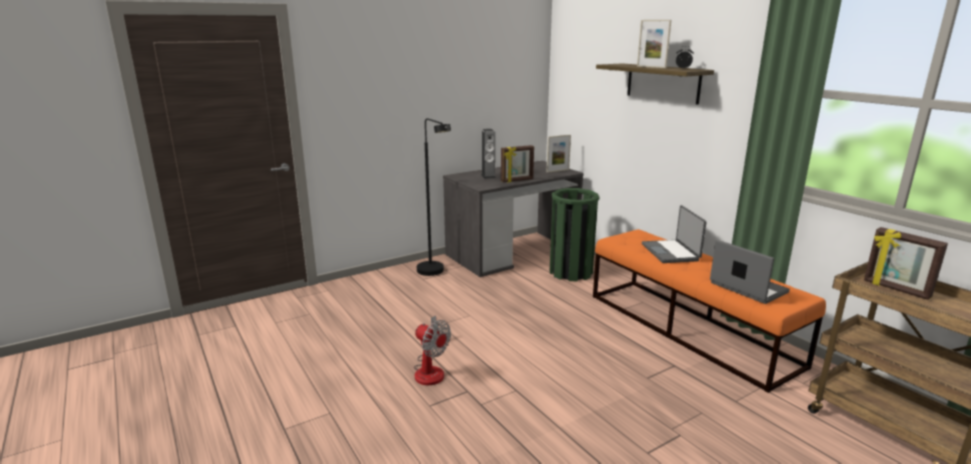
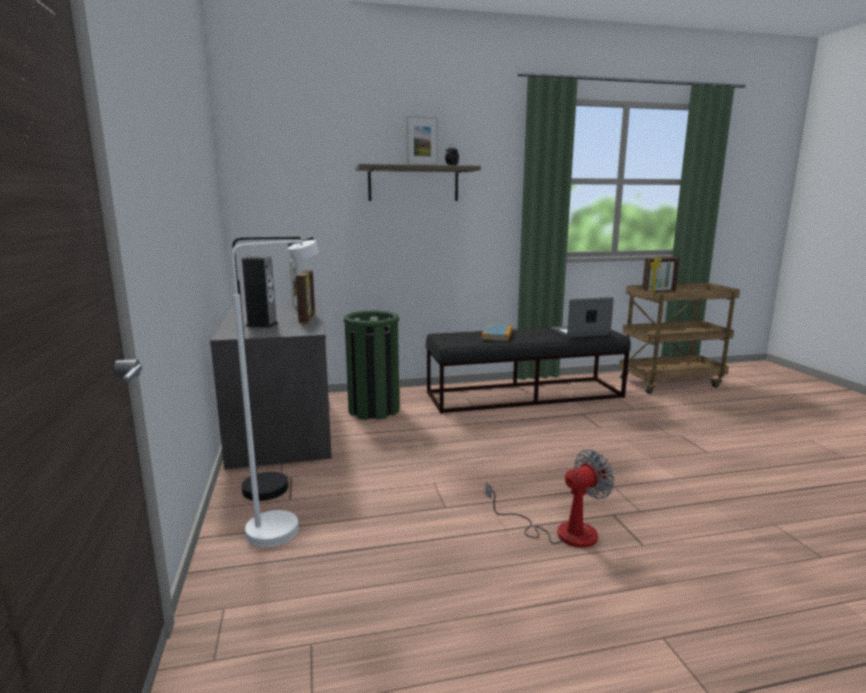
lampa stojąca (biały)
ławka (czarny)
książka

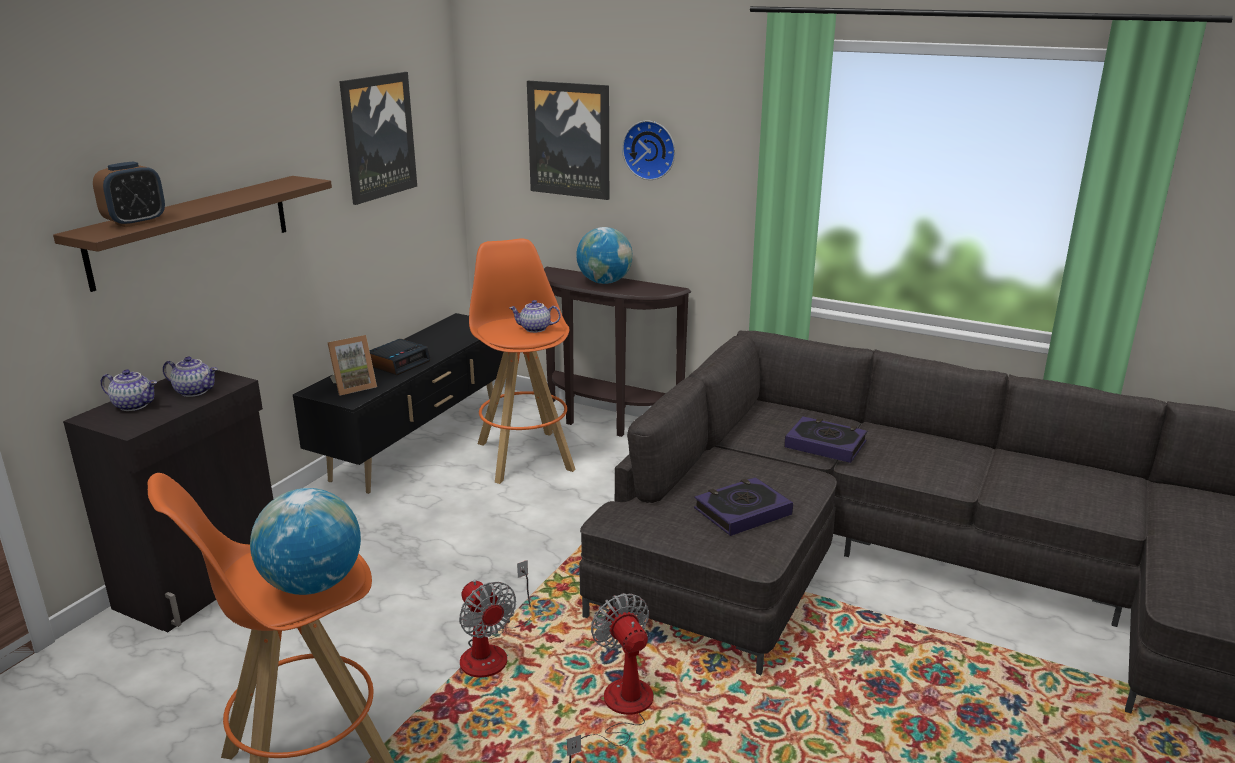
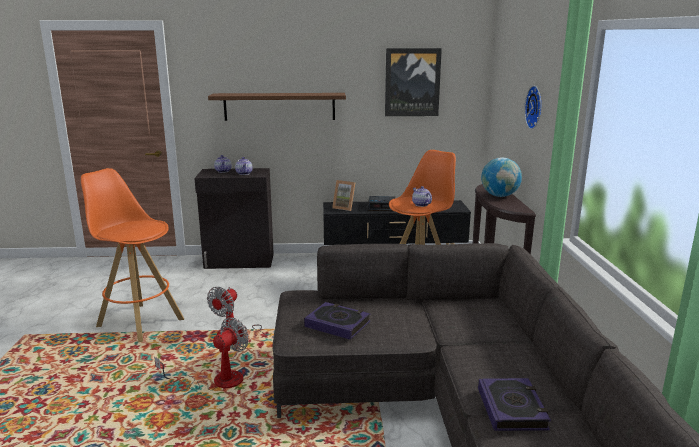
książka (no. 2 from left)
budzik (no. 1 from left in the first image)
globus (no. 1 from left in the first image)
obraz (no. 2 from left in the first image)

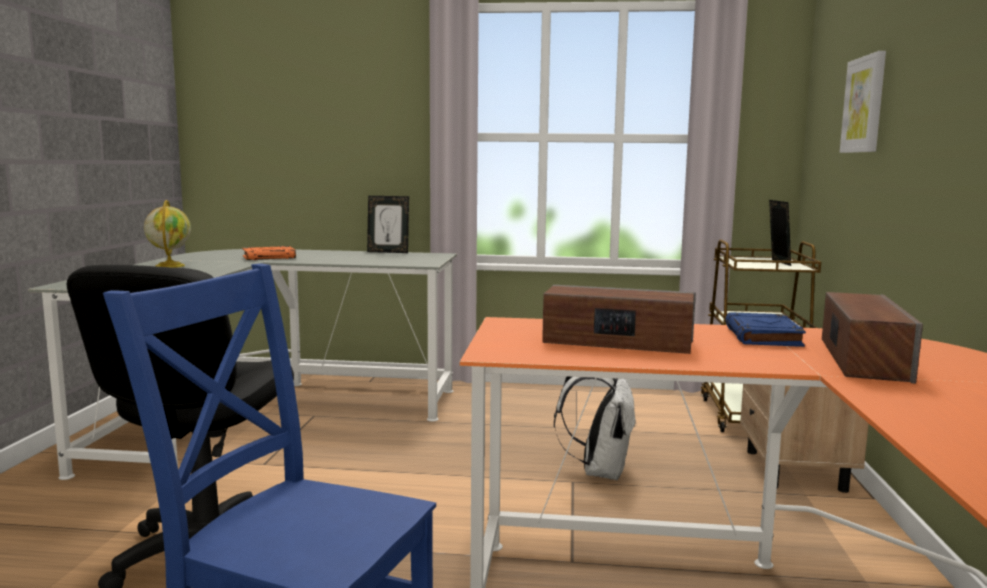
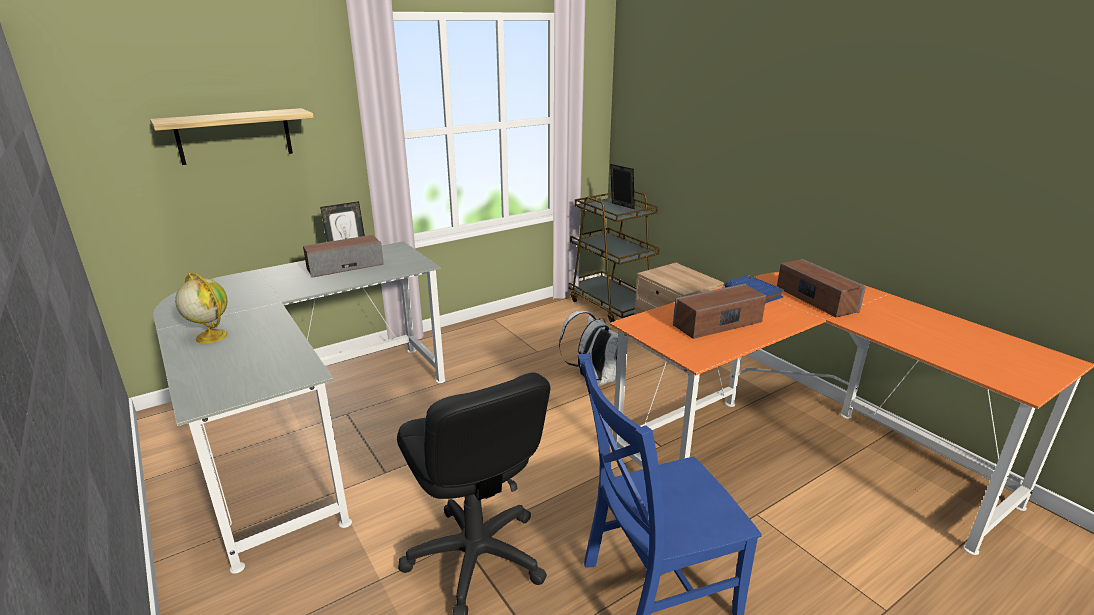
półka
głośnik (no. 1 from left)
książka (pomarańczowy)
obraz

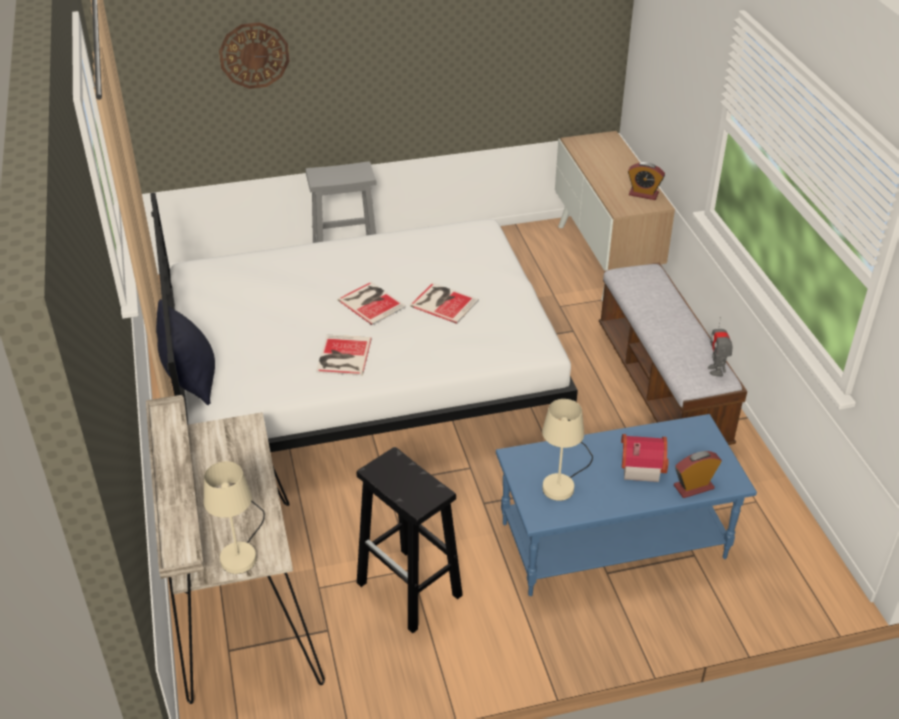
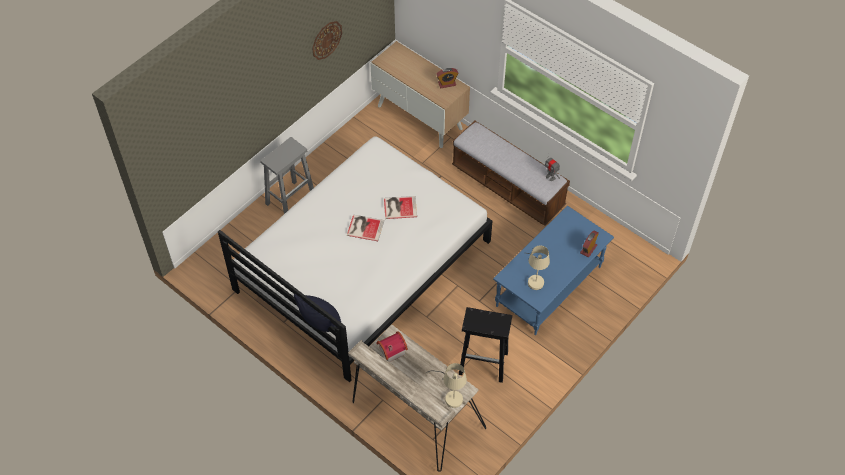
zegar ścienny
domek
książka (no. 1 from left in the first image)

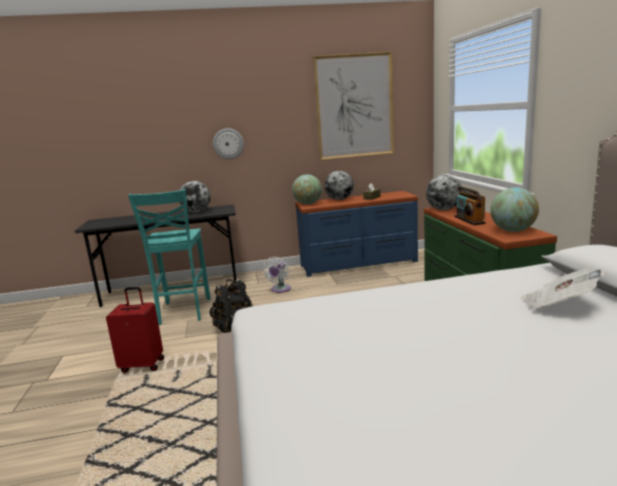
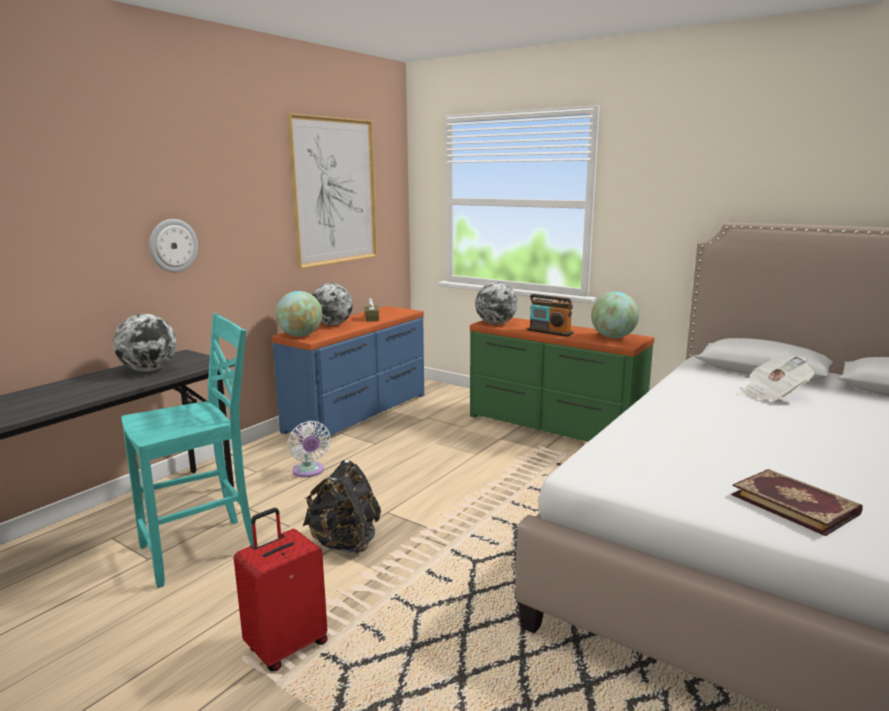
krzesło (turkusowy)
książka

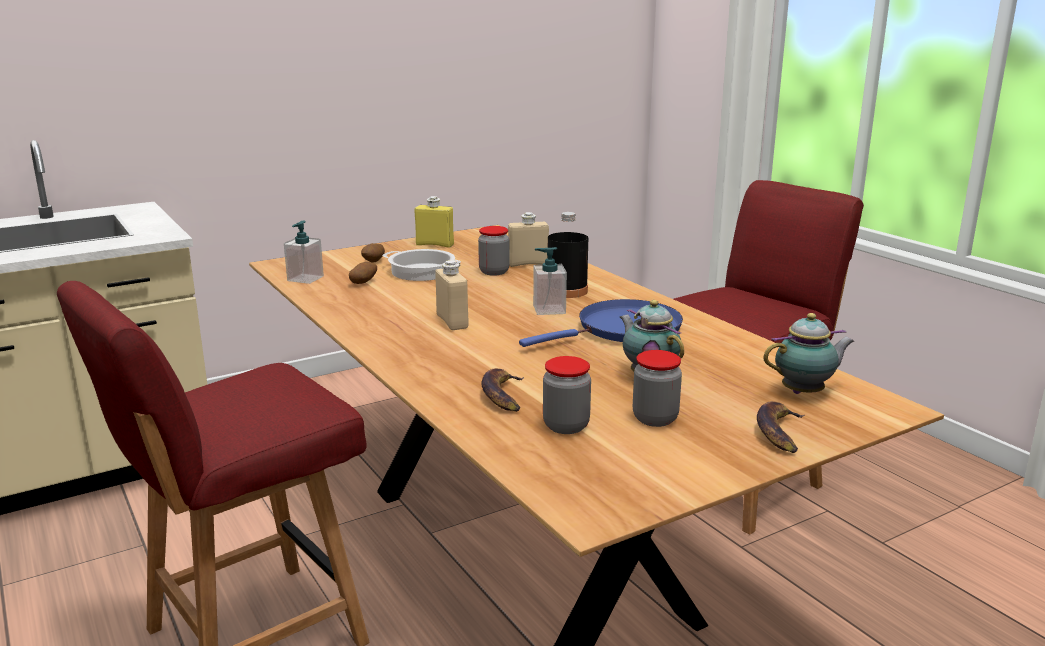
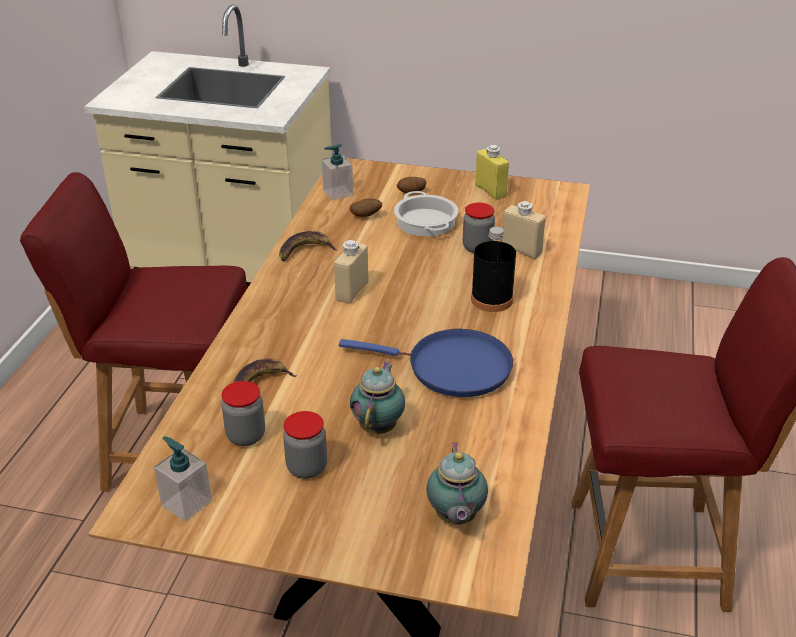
dozownik mydła (no. 1 from left)
banan (no. 2 from left)
imbryk (no. 2 from left)

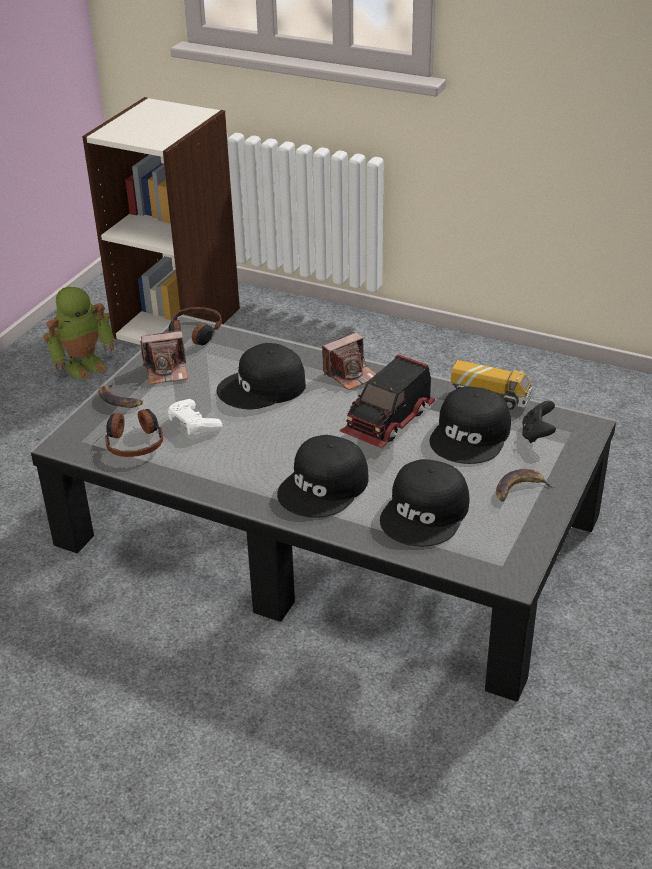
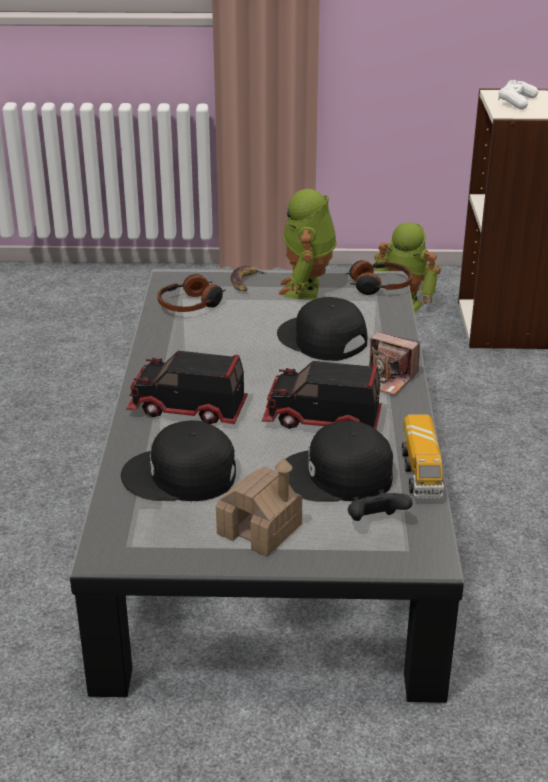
ciężarówka zabawkowa (no. 1 from left)
domek
robot zabawkowy (no. 1 from left)
pad do gier (biały)

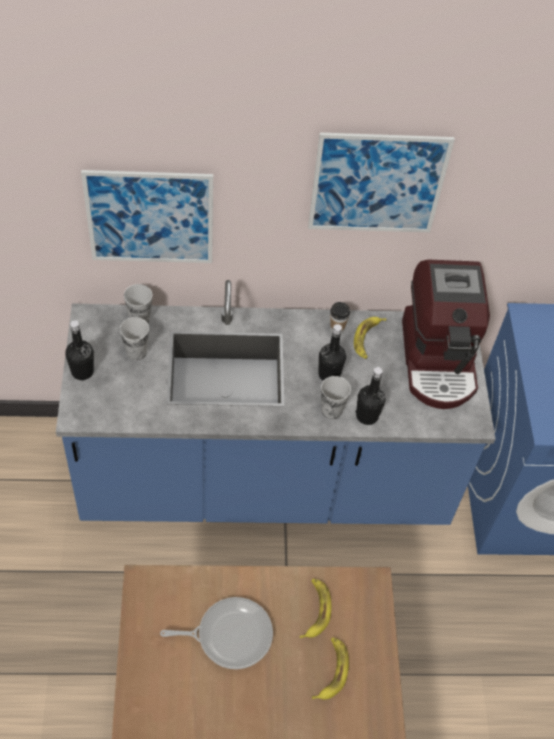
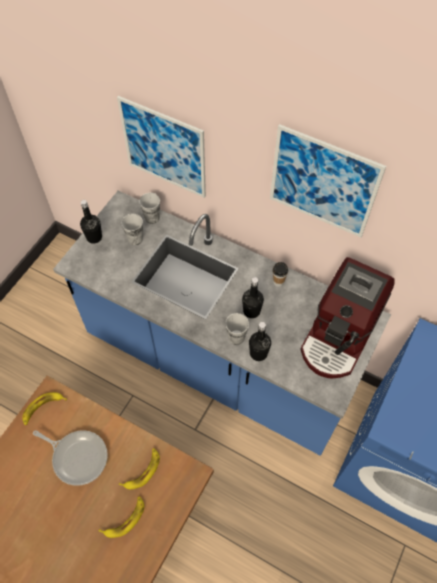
banan (no. 1 from left)

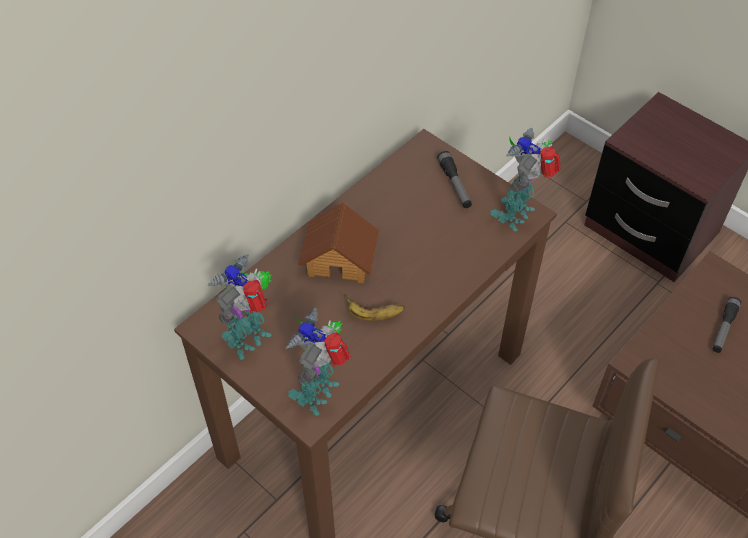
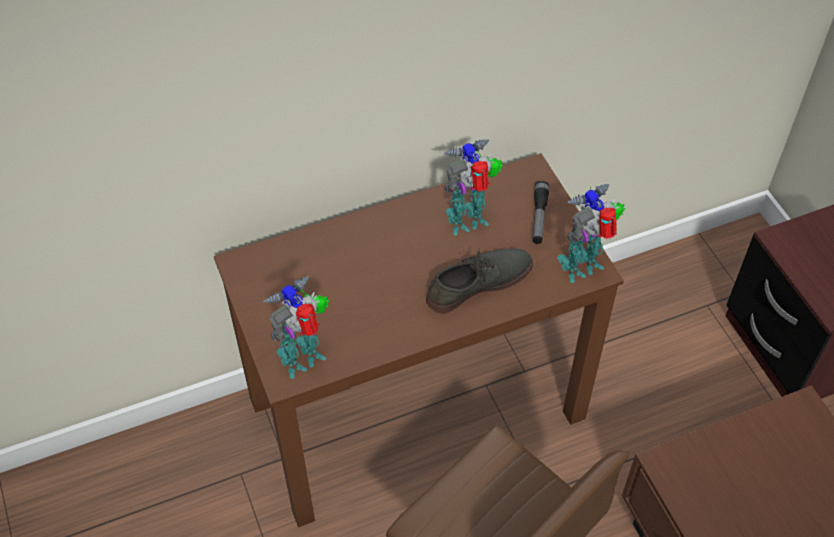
but (szary)
robot zabawkowy (no. 2 from left)
domek
banan
latarka (no. 2 from left in the first image)

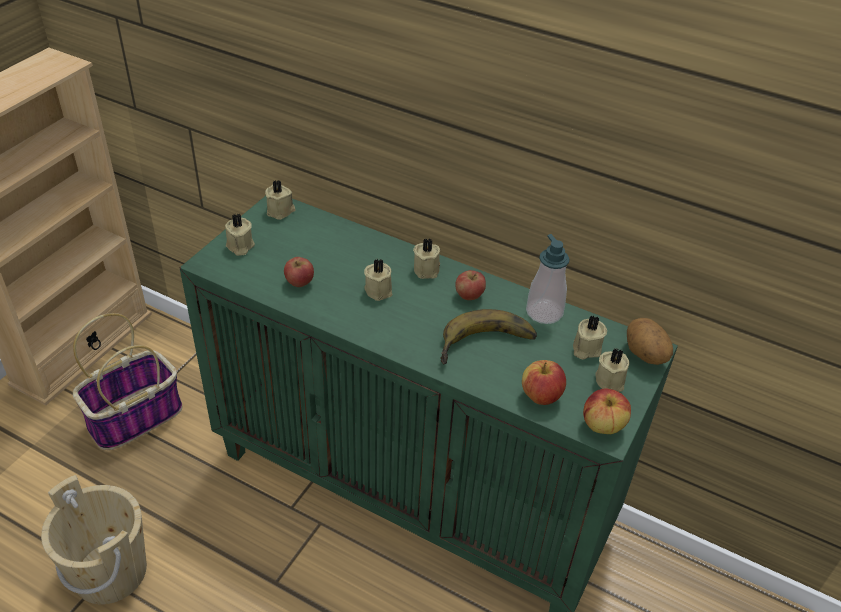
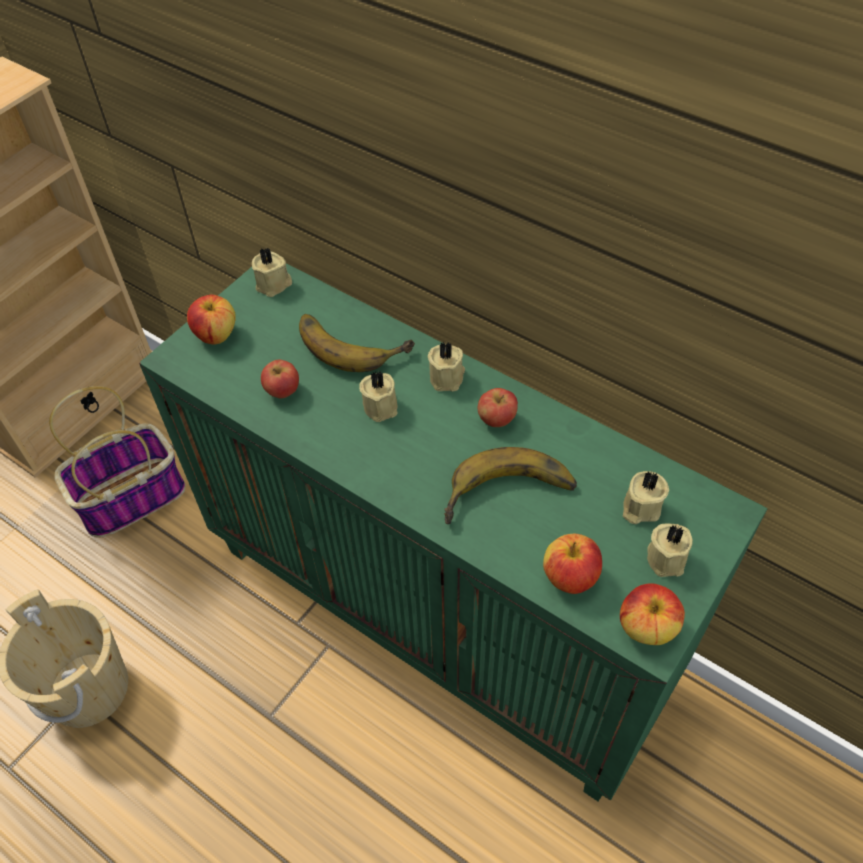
jabłko (no. 1 from left)
banan (no. 1 from left)
dozownik mydła
ziemniak

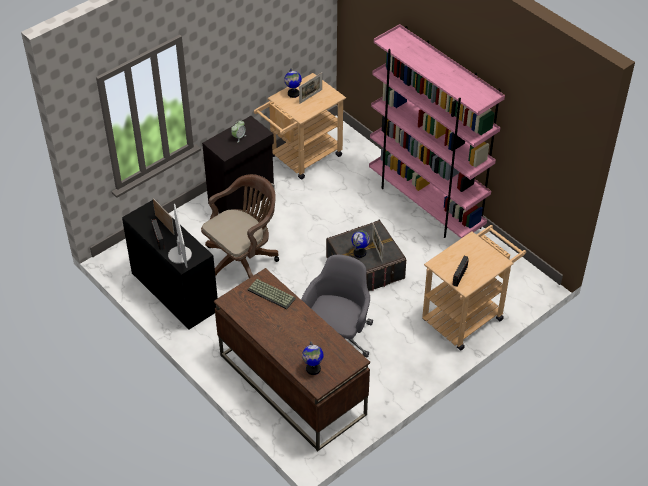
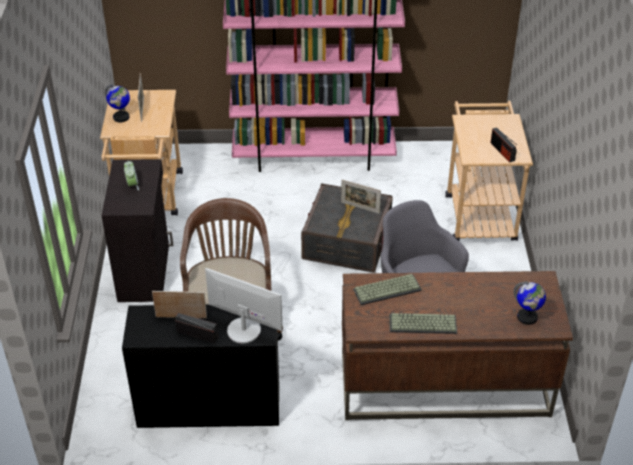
klawiatura (no. 2 from left)
globus (no. 3 from left in the first image)

